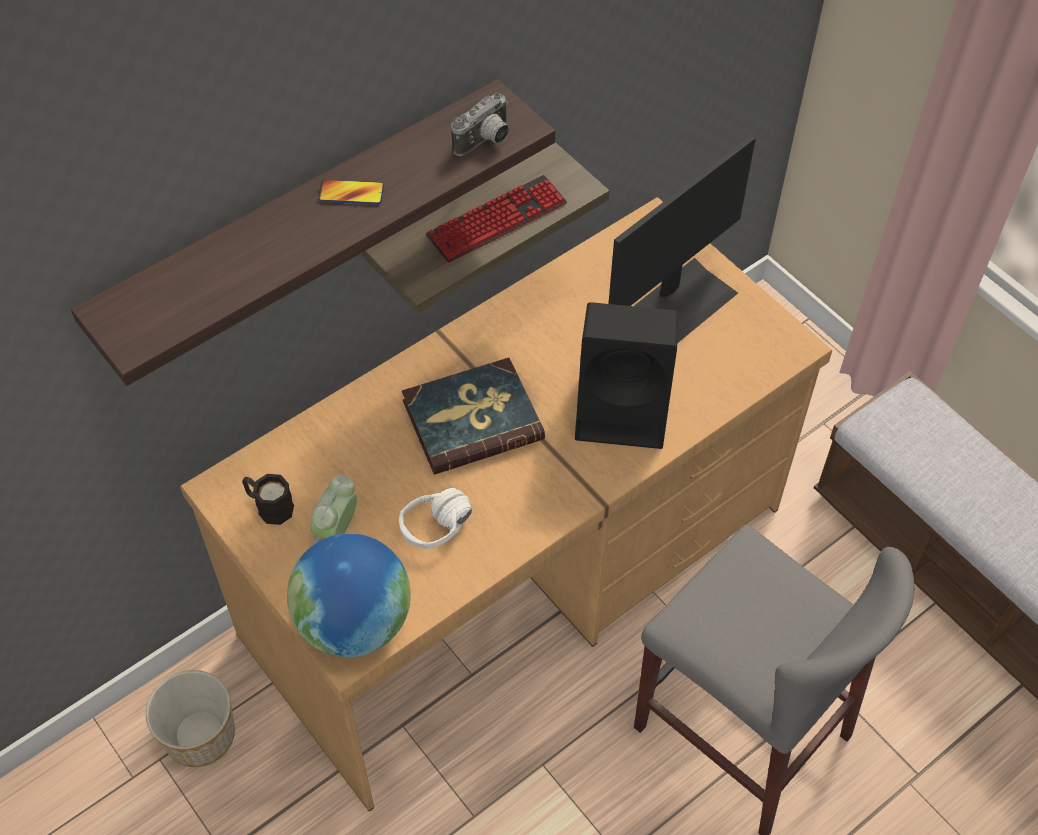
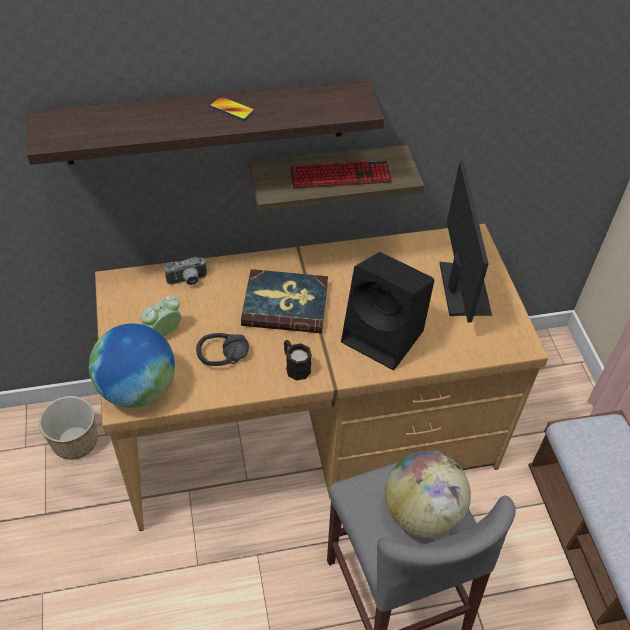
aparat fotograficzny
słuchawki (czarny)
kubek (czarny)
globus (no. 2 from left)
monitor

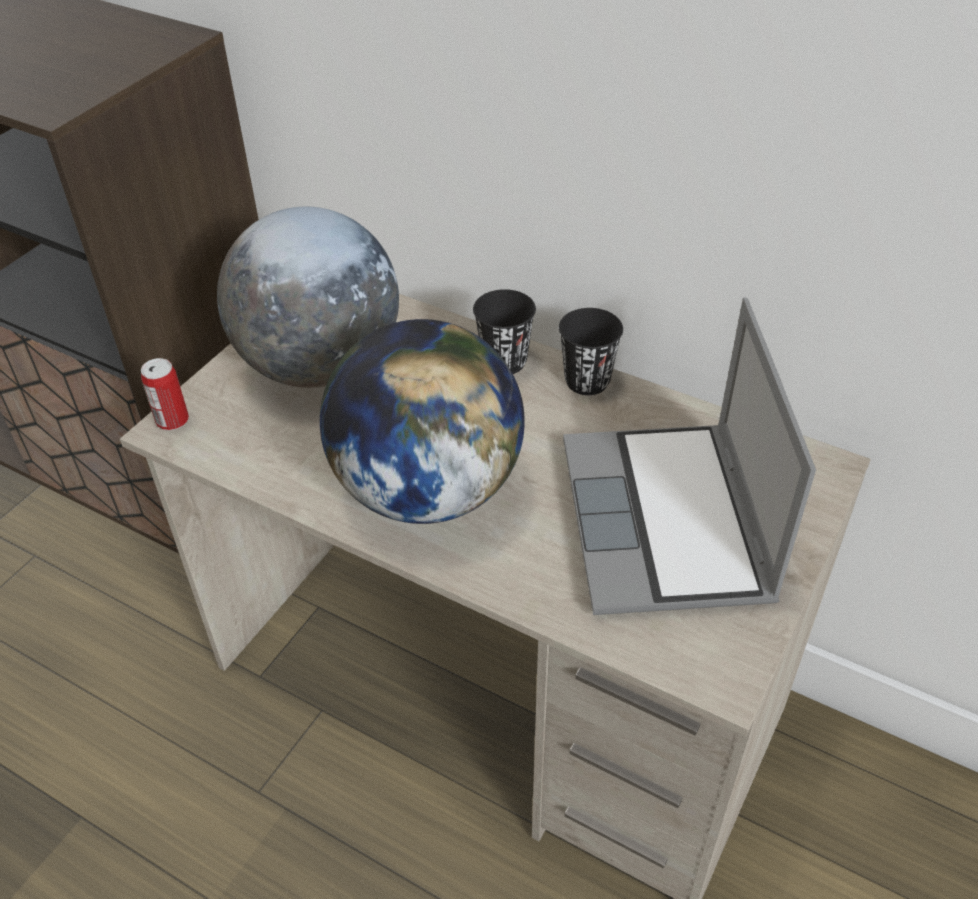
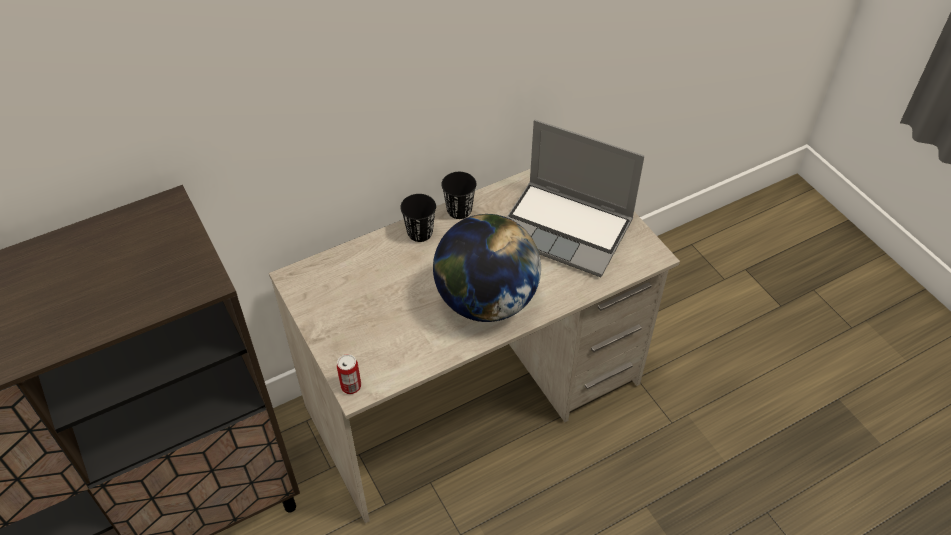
globus (no. 1 from left in the first image)

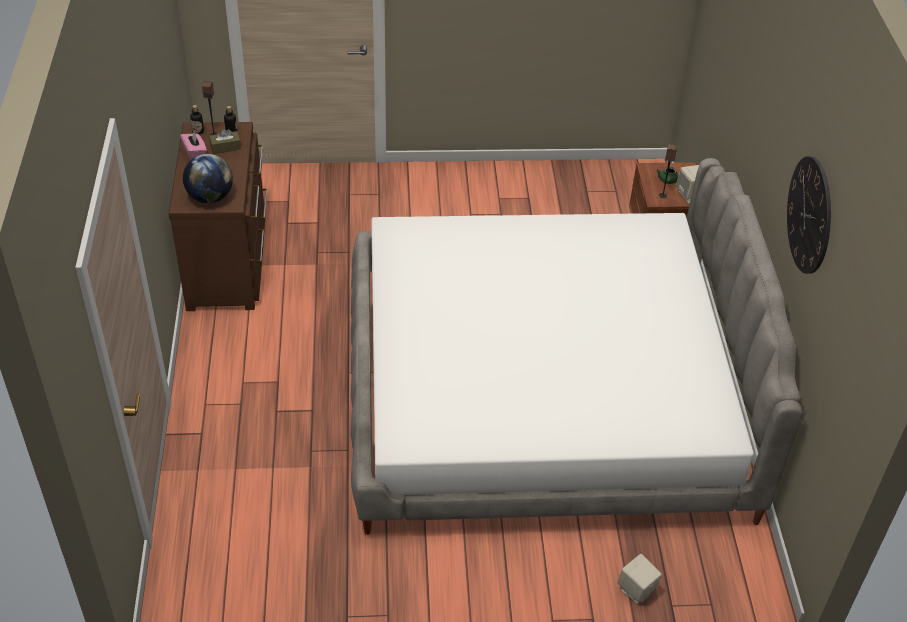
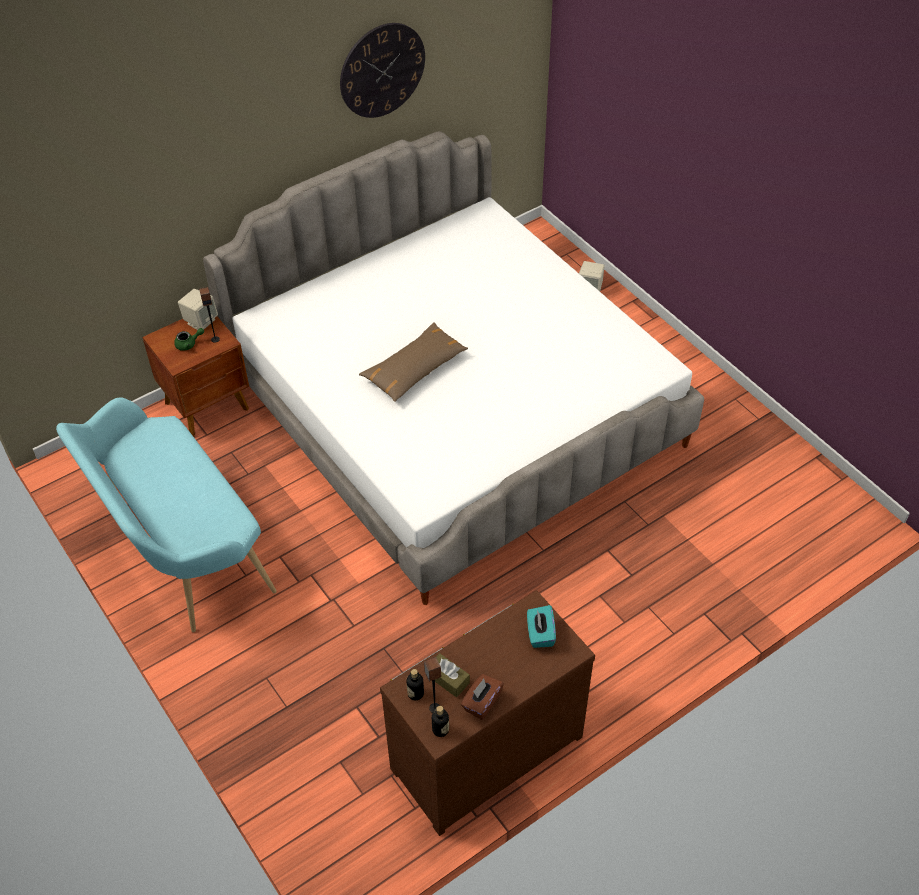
ławka (turkusowy)
poduszka (brązowy)
pudełko chusteczek (brązowy) (no. 2 from left)
pudełko chusteczek (turkusowy)

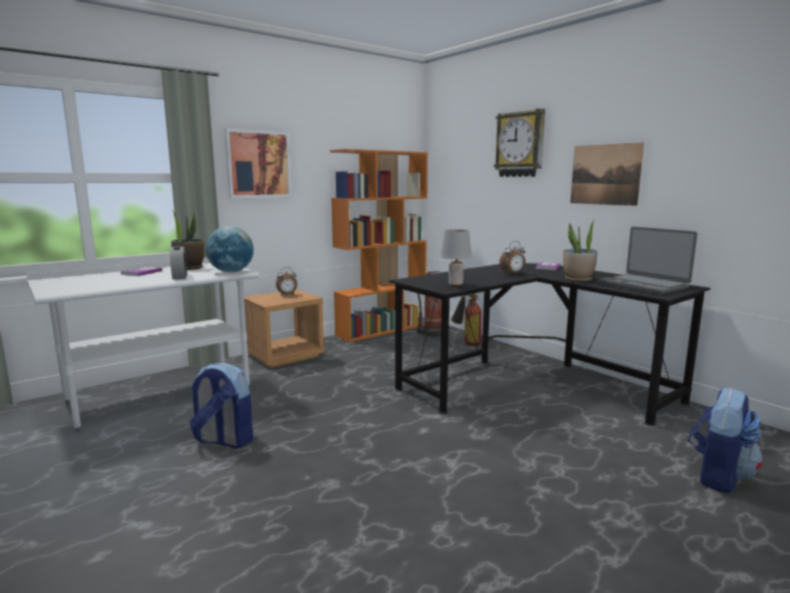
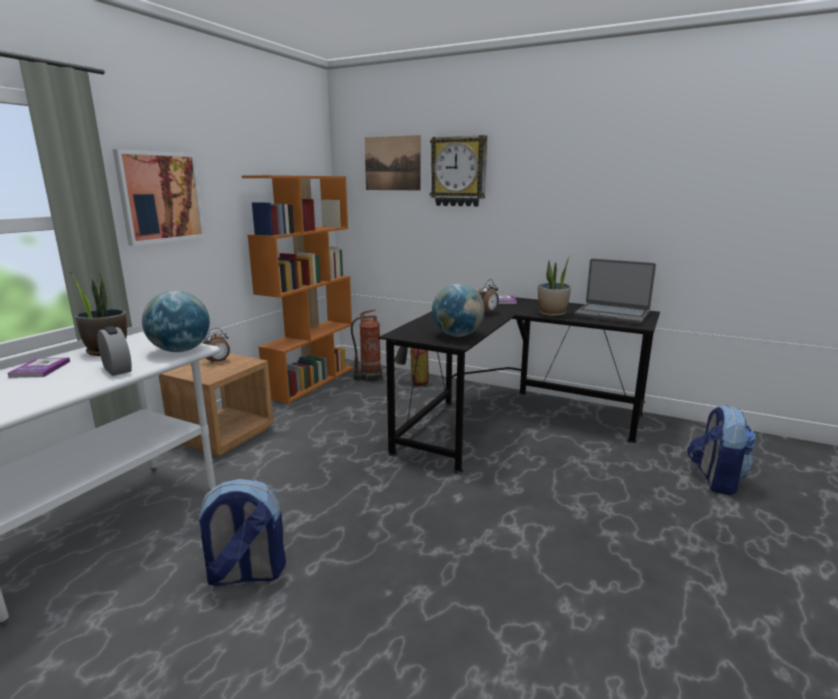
obraz (no. 2 from left)
globus (no. 2 from left)

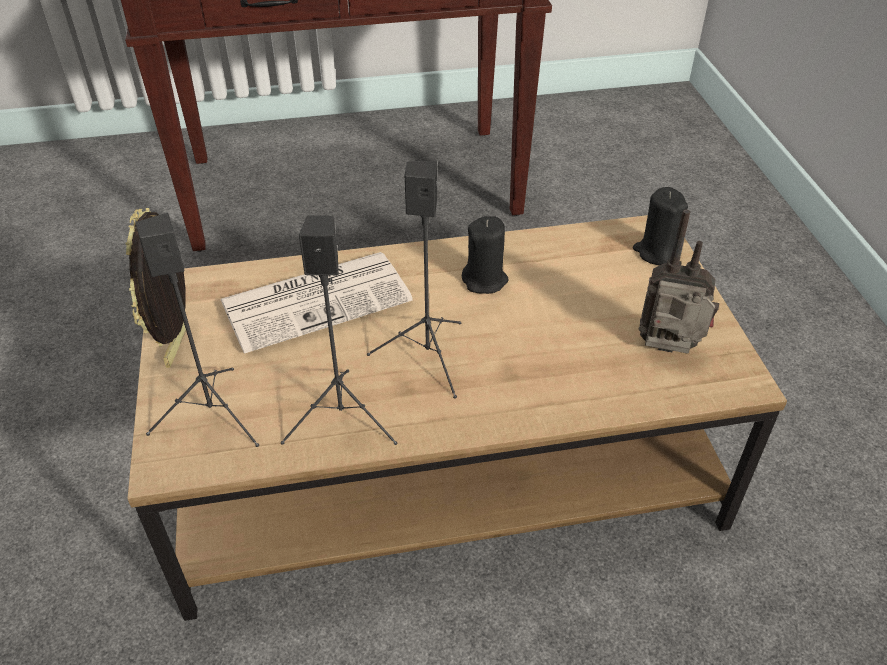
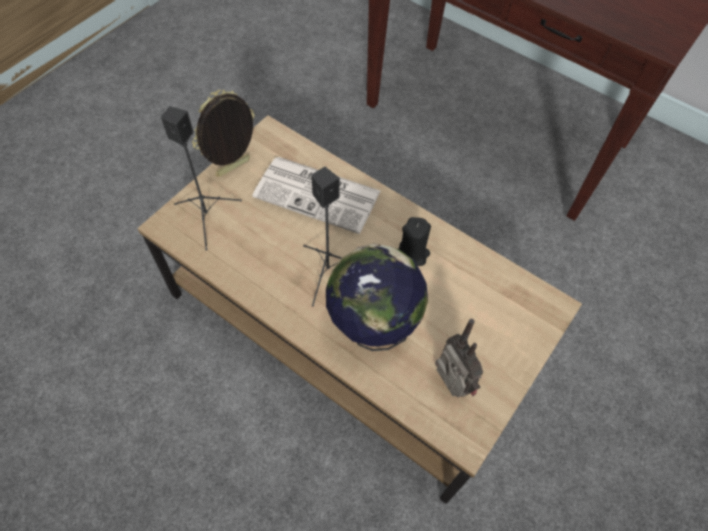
globus
głośnik (czarny) (no. 2 from left in the first image)
świeca (czarny) (no. 2 from left in the first image)

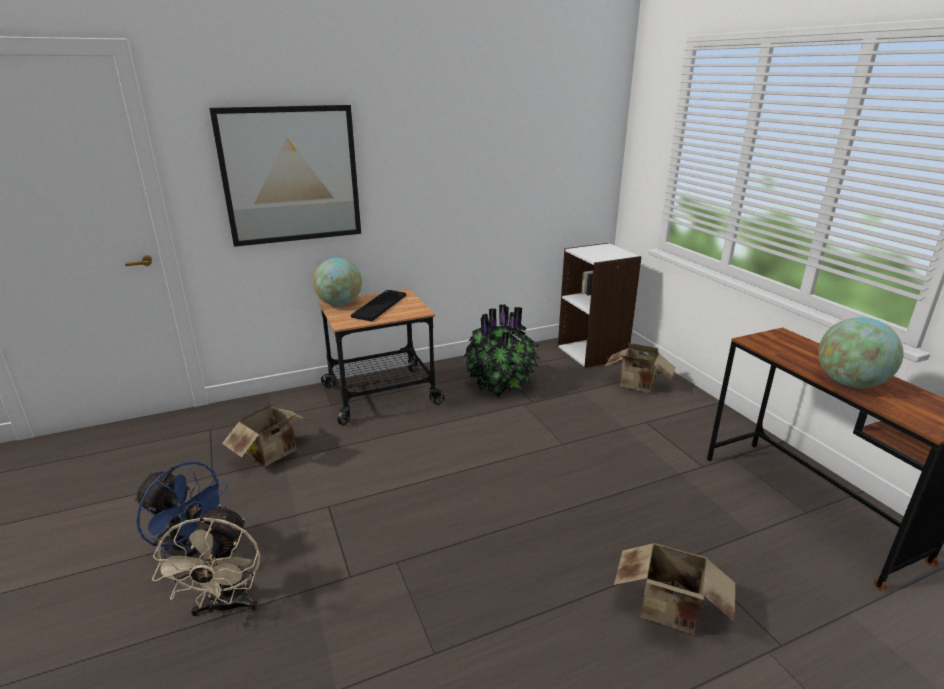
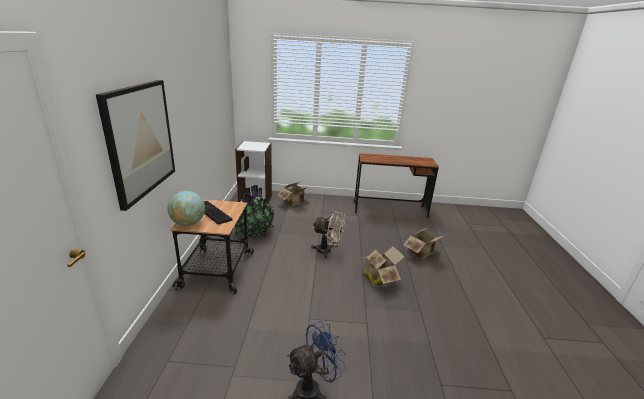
wentylator (beżowy)
karton (no. 2 from left)
globus (no. 2 from left in the first image)

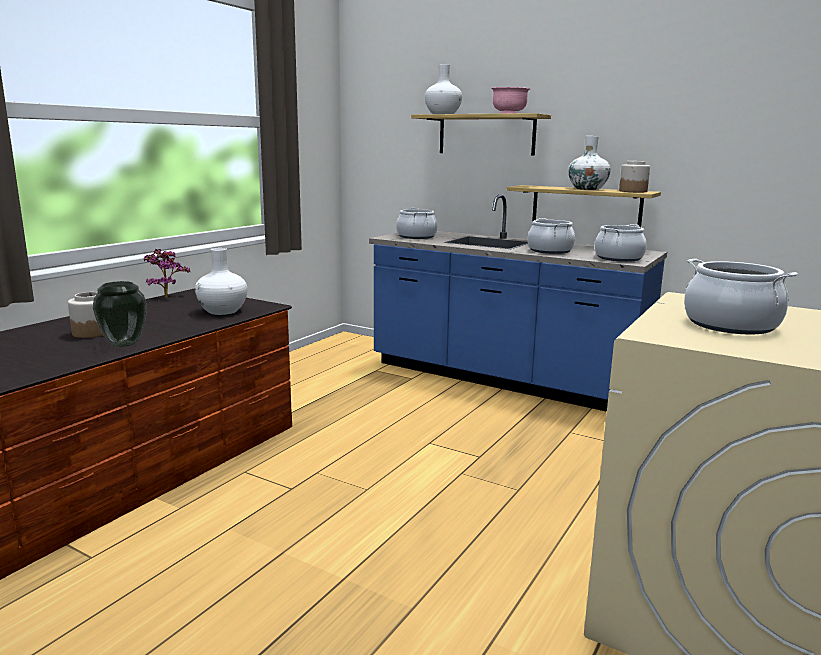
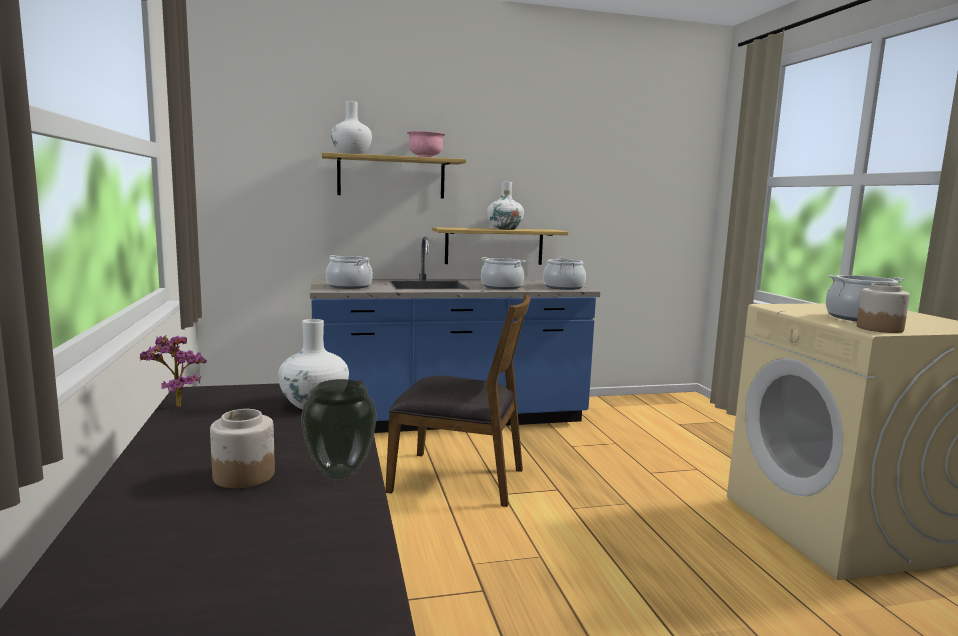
krzesło (brązowy)
słoik (no. 2 from left)

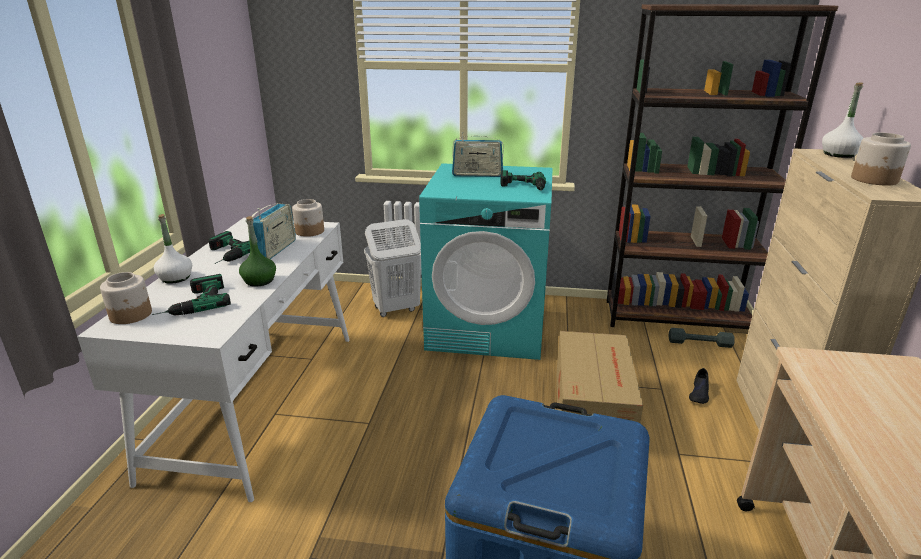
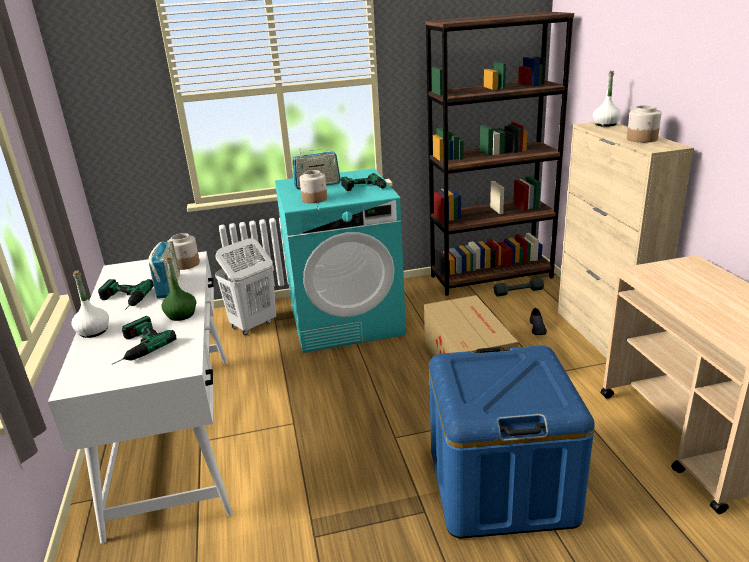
słoik (no. 2 from left)

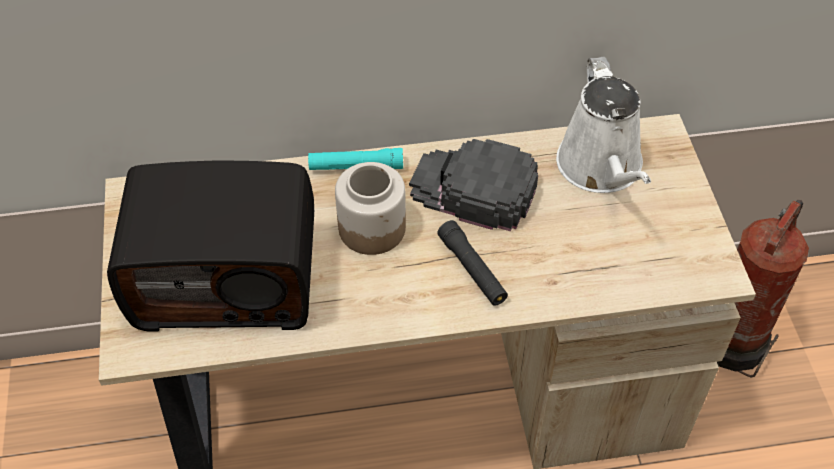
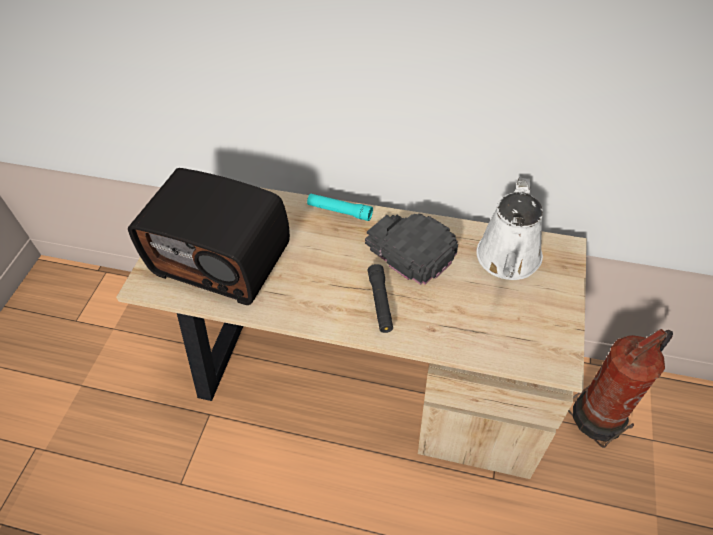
słoik

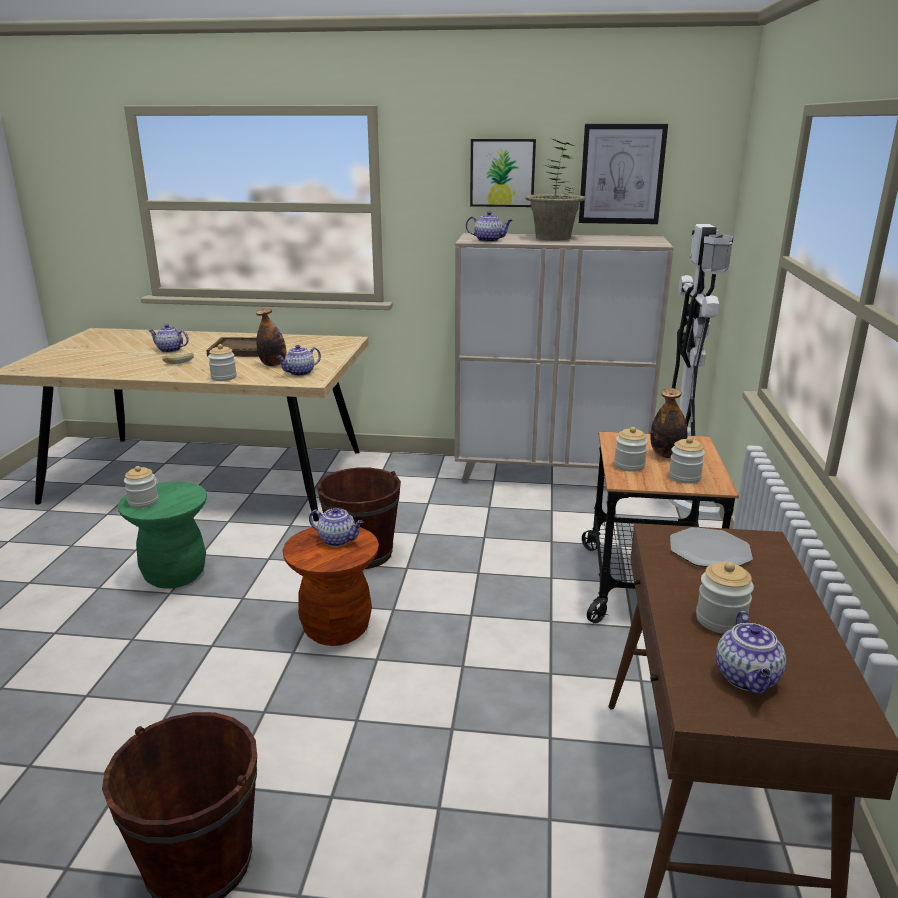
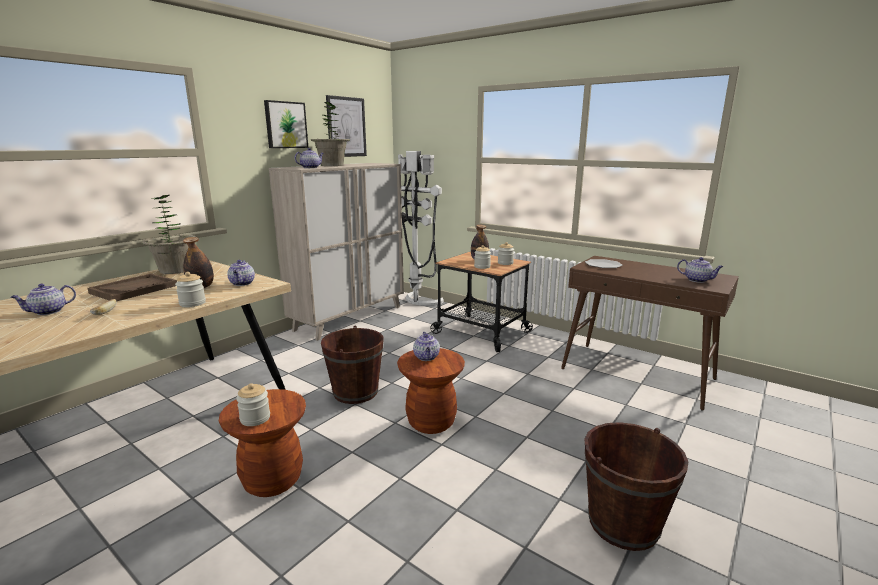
roślina doniczkowa (no. 1 from left)
stołek (brązowy) (no. 1 from left)
imbryk (no. 4 from left)
słoik (no. 5 from left in the first image)

